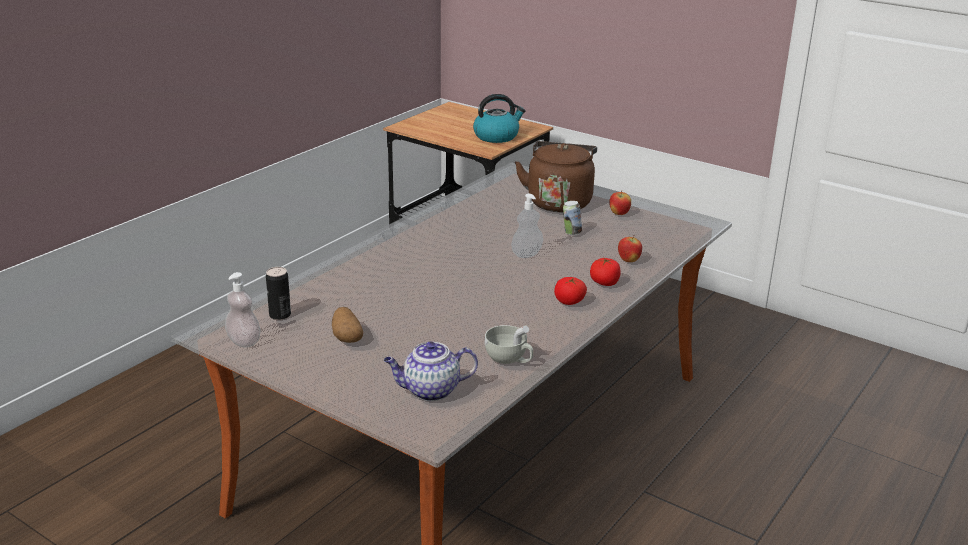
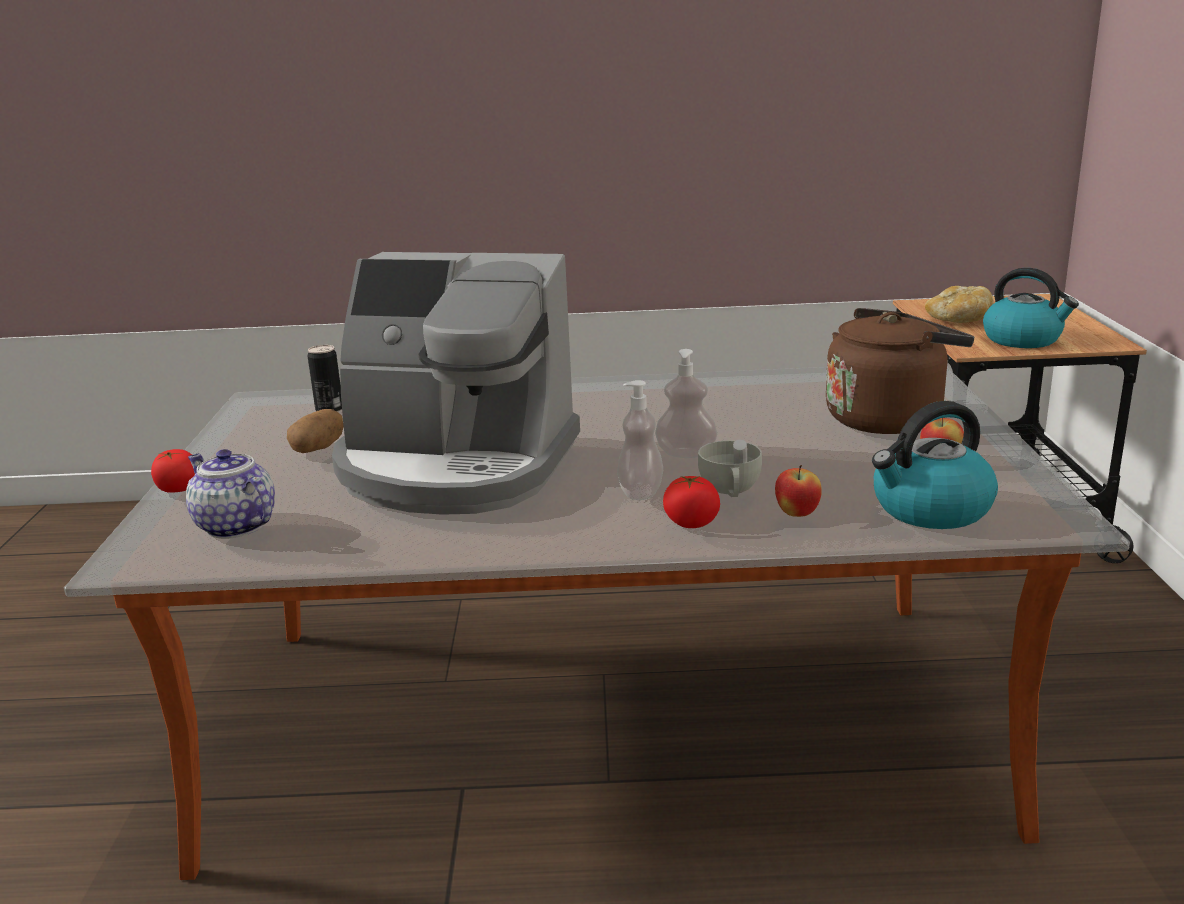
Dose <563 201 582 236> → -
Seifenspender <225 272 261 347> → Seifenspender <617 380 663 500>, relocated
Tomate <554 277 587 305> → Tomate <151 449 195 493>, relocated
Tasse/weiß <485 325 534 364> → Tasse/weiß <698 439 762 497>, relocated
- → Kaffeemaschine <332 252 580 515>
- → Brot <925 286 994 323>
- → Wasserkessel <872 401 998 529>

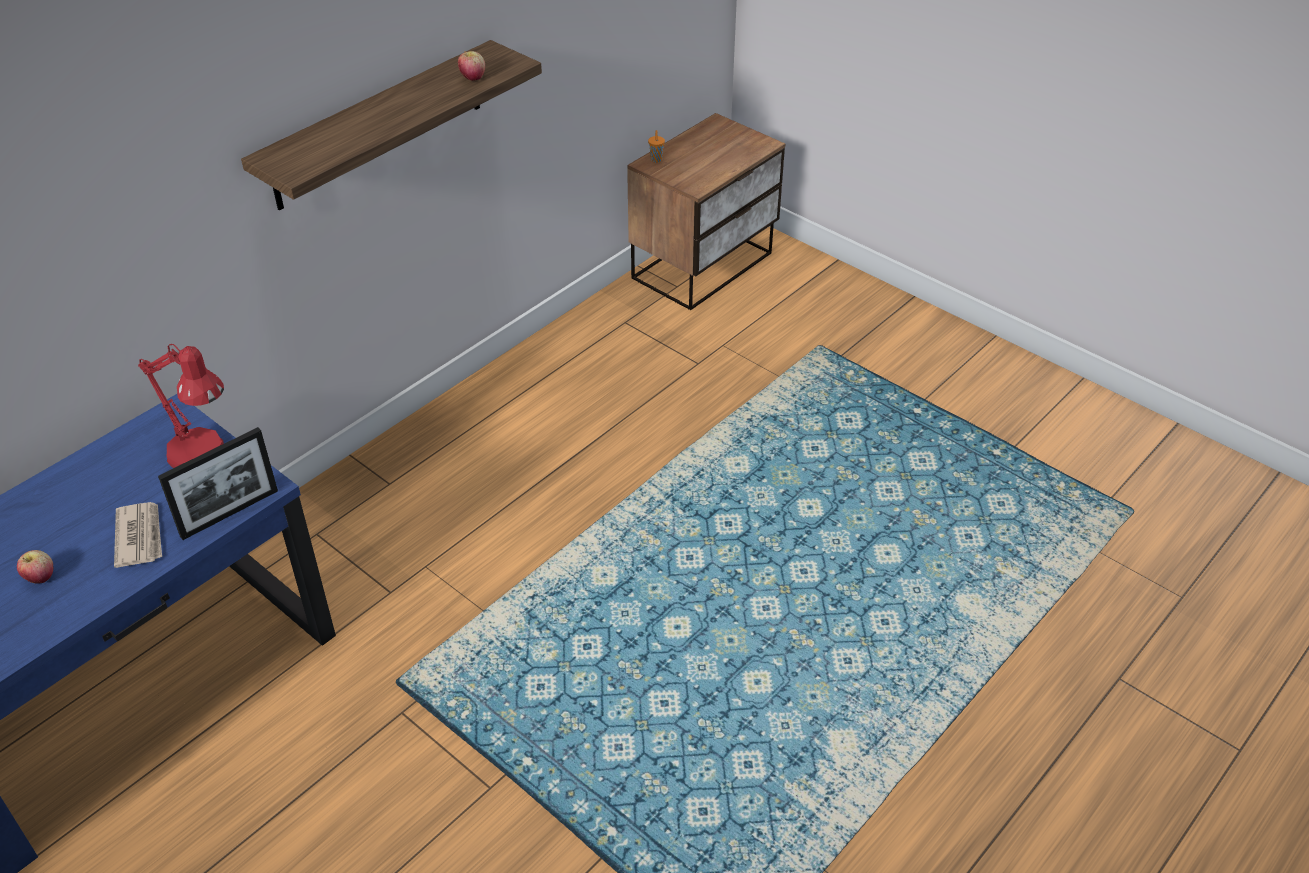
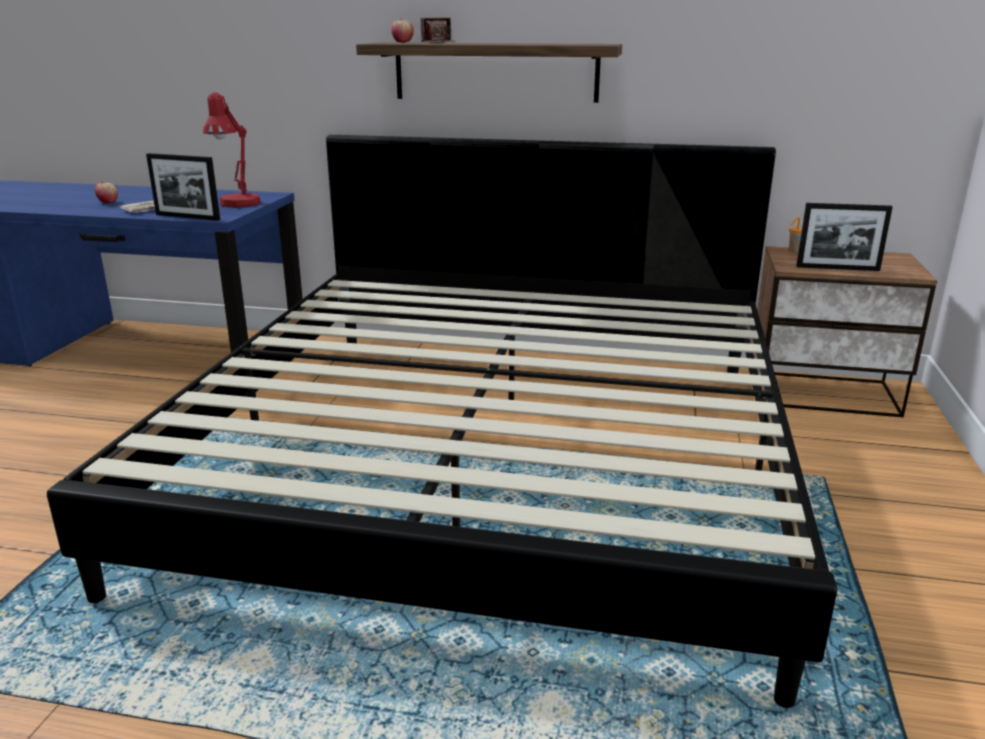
Apfel <458 51 485 81> → Apfel <391 18 414 43>, relocated
- → Kamera <421 17 456 43>
- → Bett <47 135 837 708>
- → Bilderrahmen <796 203 893 271>

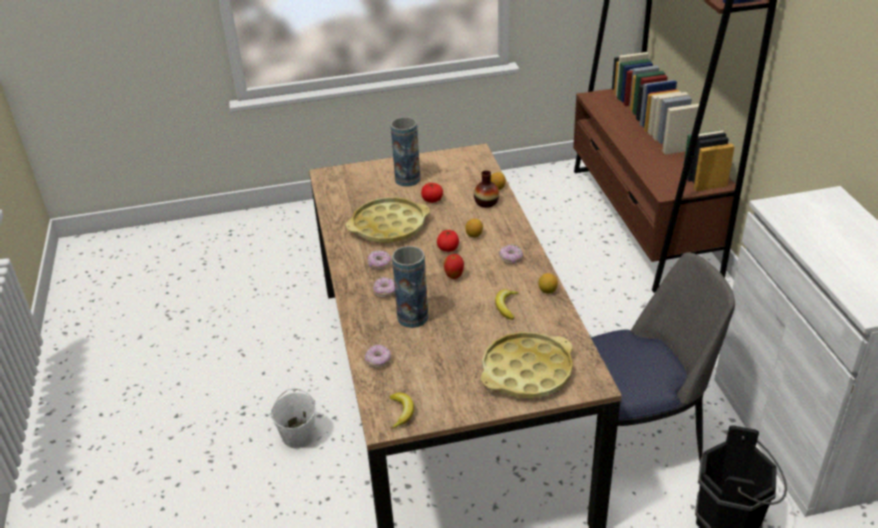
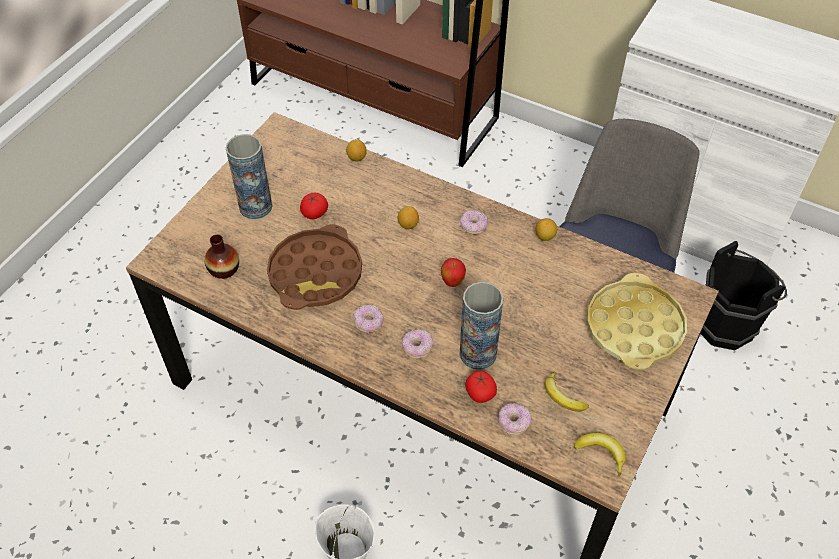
Vase <474 170 499 208> → Vase <204 234 239 279>, relocated
Tablett/gelb <346 197 430 243> → Tablett/braun <267 224 362 310>
Tomate <437 230 459 252> → Tomate <465 371 497 403>, relocated
Banane <495 289 518 320> → Banane <545 372 589 412>, relocated

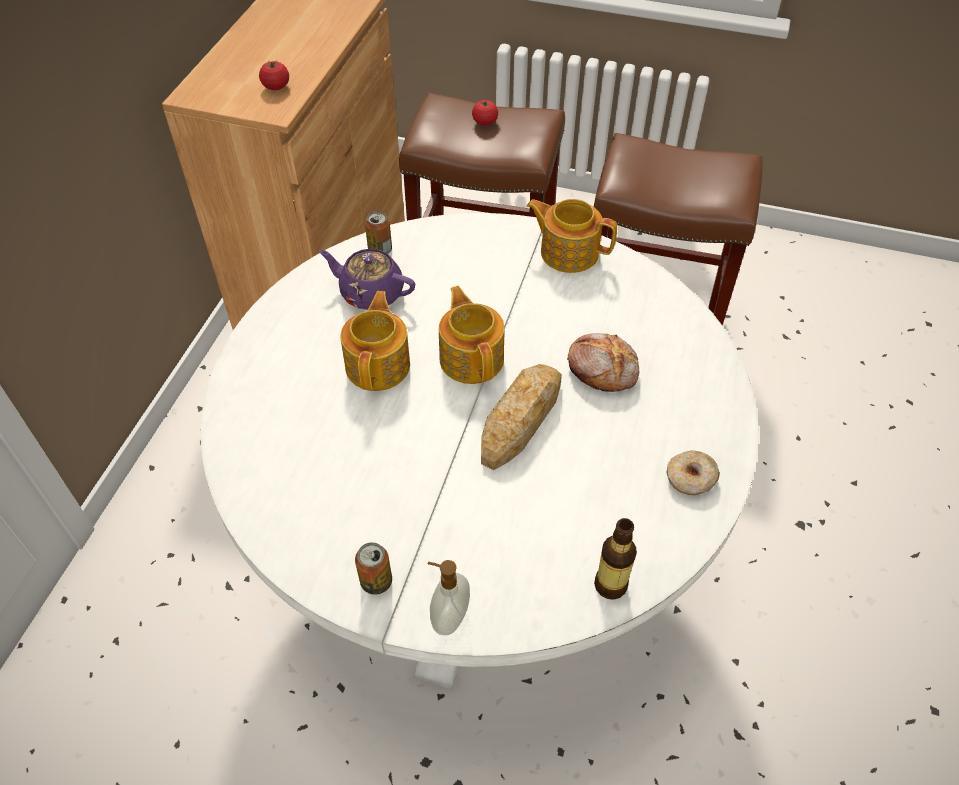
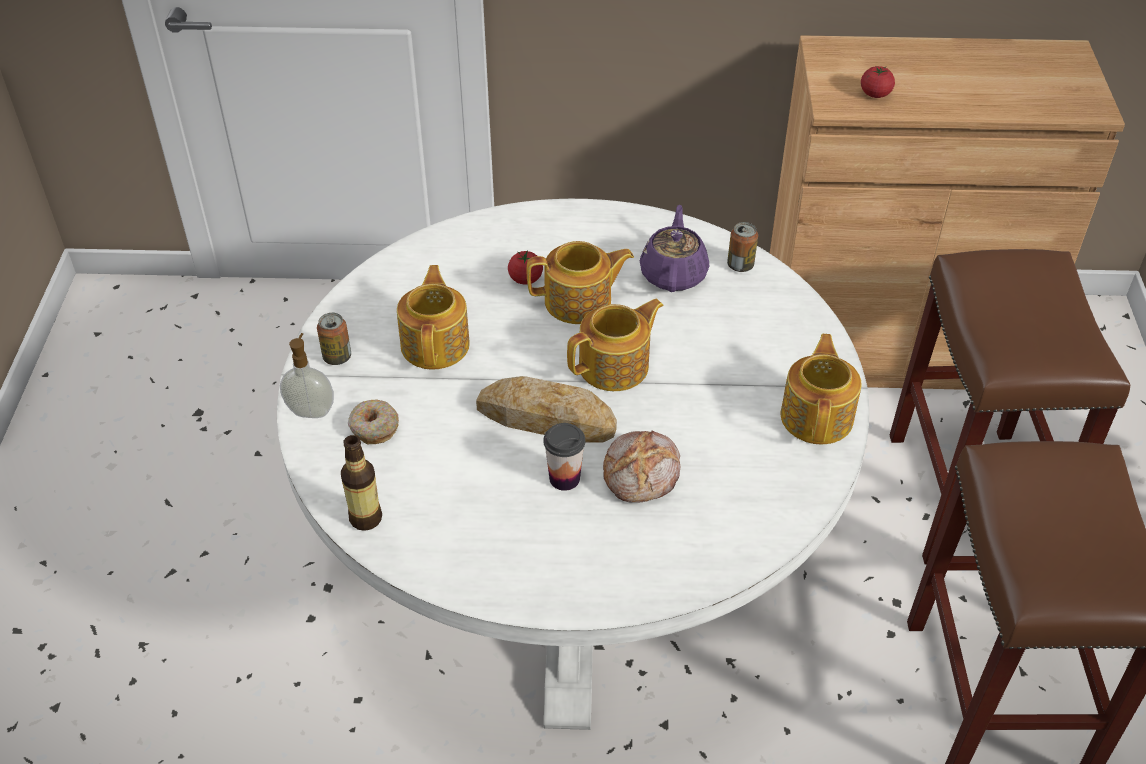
Tomate <472 100 498 126> → Tomate <508 250 543 284>, relocated
Donut <666 450 720 495> → Donut <348 400 399 444>, relocated
- → Teekanne <397 265 470 369>
- → Tasse <543 423 585 491>

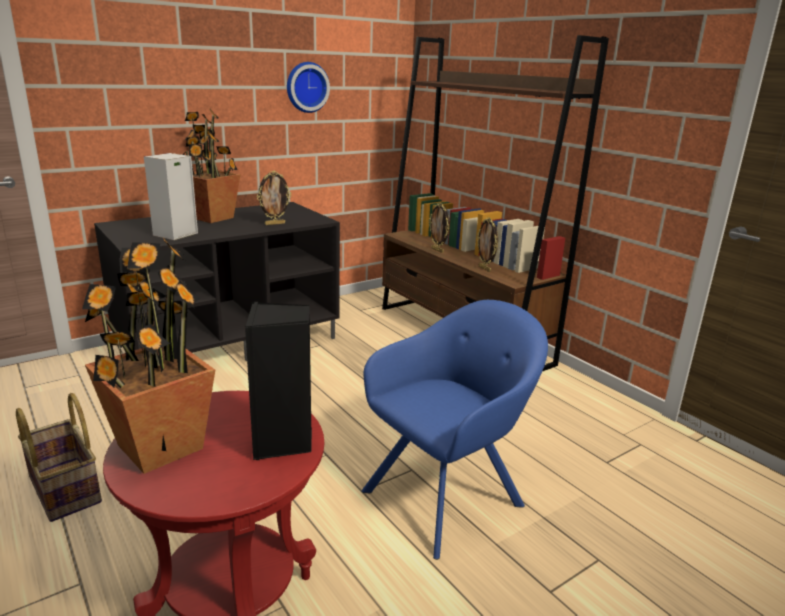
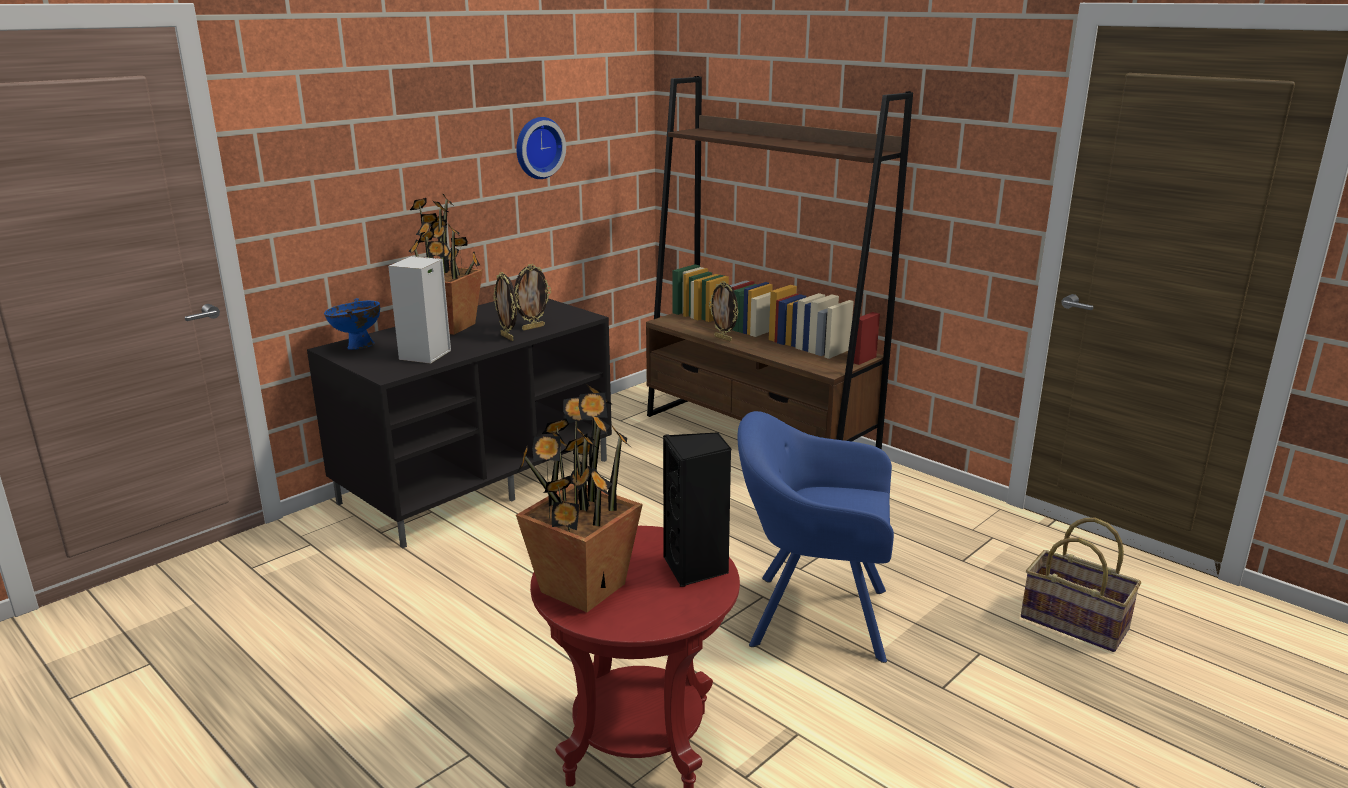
Bilderrahmen <477 217 498 272> → Bilderrahmen <493 272 517 341>, relocated
Sessel/blau <361 300 548 560> → Sessel/blau <737 411 894 663>, 120 degrees counterclockwise
Korb <16 393 102 522> → Korb <1021 518 1141 652>, relocated
- → Schüssel/blau <324 298 380 350>

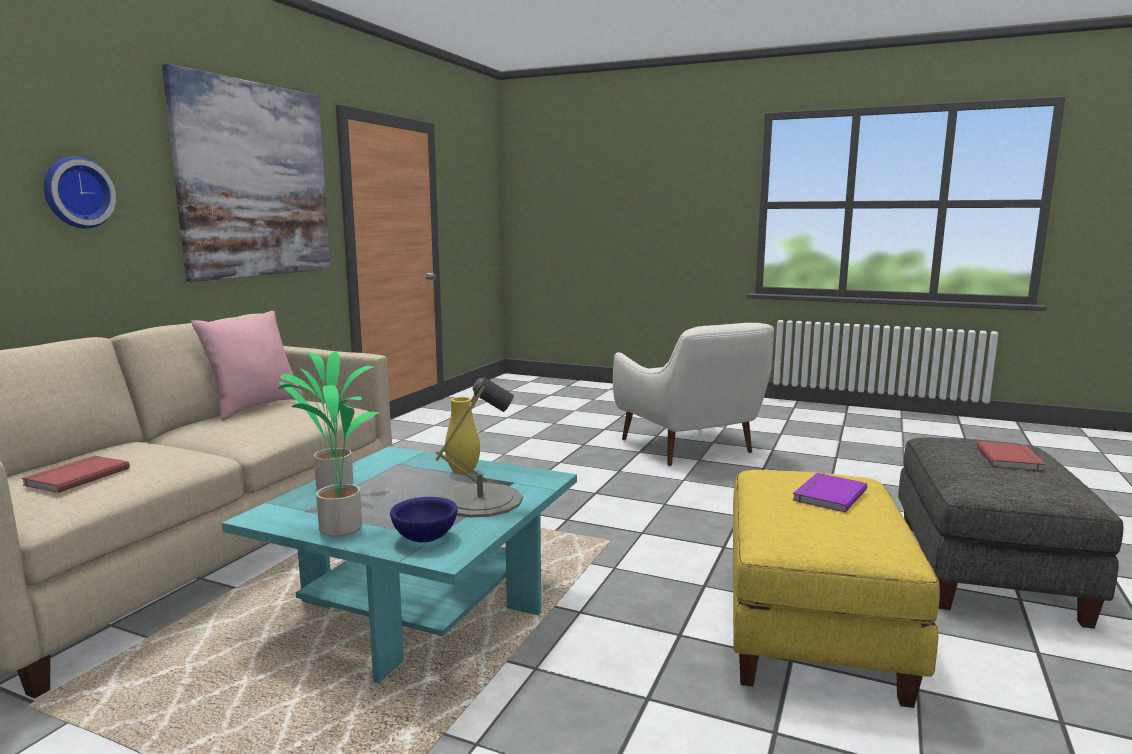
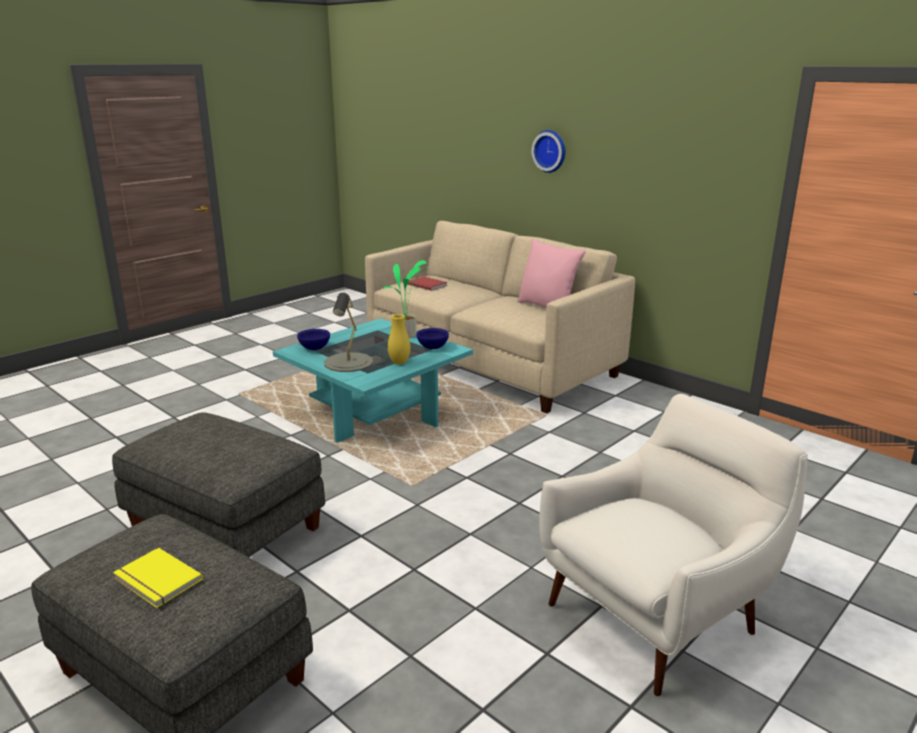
Bild <162 64 330 282> → -
Sessel/weiß <613 323 774 466> → Sessel/weiß <540 394 808 696>, 150 degrees clockwise
Topfpflanze <278 382 380 537> → -
Buch/rot <977 441 1046 471> → Buch/gelb <113 548 203 608>
Polsterhocker/gelb <733 470 940 708> → Polsterhocker/grau <112 412 325 557>
Buch/lila <792 473 867 513> → -
- → Schüssel/blau <416 328 449 349>

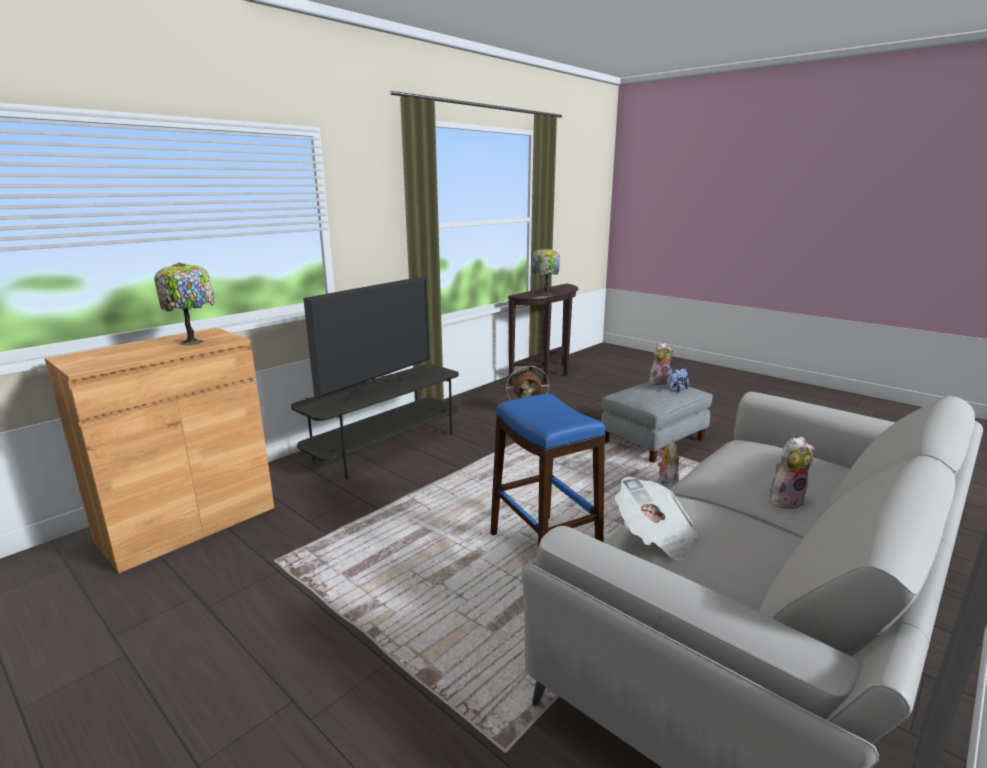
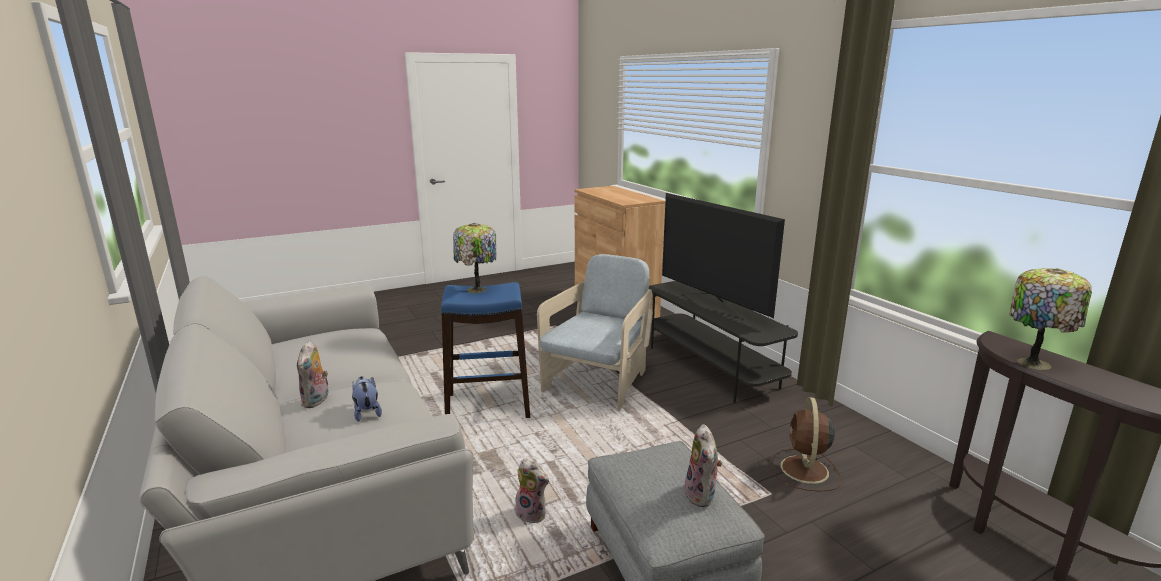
Tischlampe <154 263 215 345> → Tischlampe <453 223 496 293>, relocated
Plüschtier <668 368 689 392> → Plüschtier <352 376 382 422>, relocated
Zeitung <615 476 698 562> → -
- → Sessel/beige <537 254 653 411>

